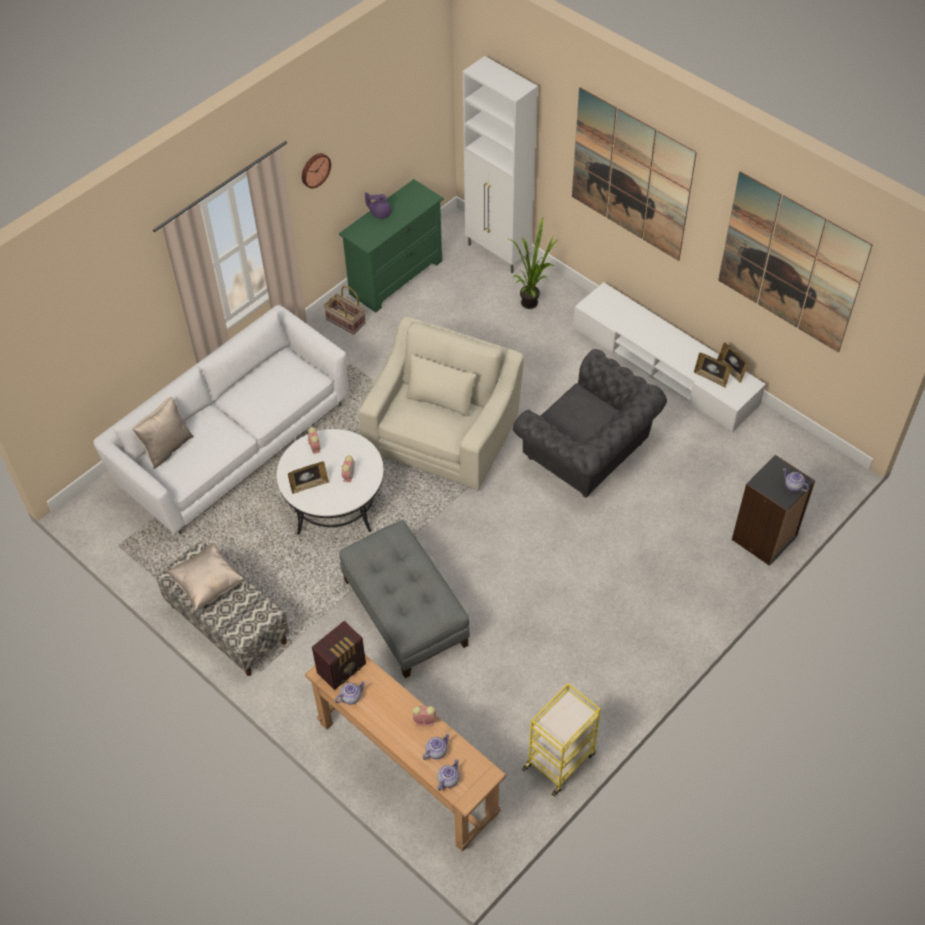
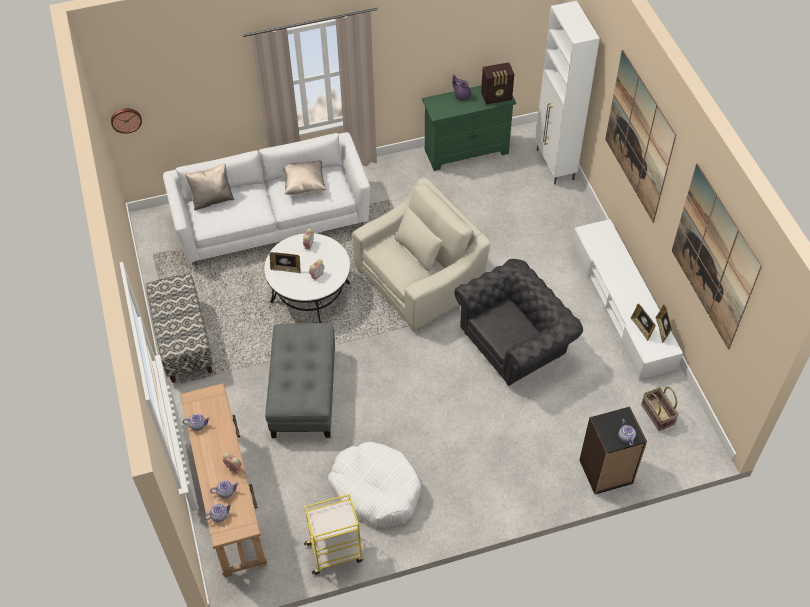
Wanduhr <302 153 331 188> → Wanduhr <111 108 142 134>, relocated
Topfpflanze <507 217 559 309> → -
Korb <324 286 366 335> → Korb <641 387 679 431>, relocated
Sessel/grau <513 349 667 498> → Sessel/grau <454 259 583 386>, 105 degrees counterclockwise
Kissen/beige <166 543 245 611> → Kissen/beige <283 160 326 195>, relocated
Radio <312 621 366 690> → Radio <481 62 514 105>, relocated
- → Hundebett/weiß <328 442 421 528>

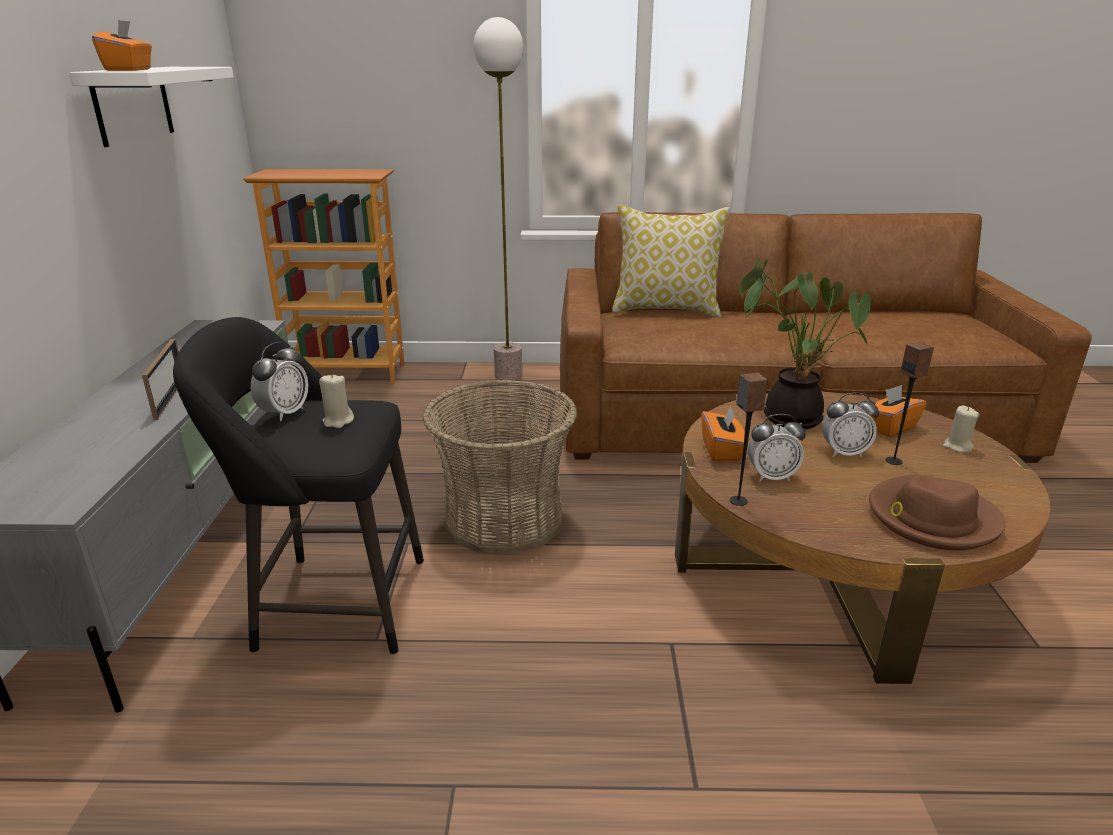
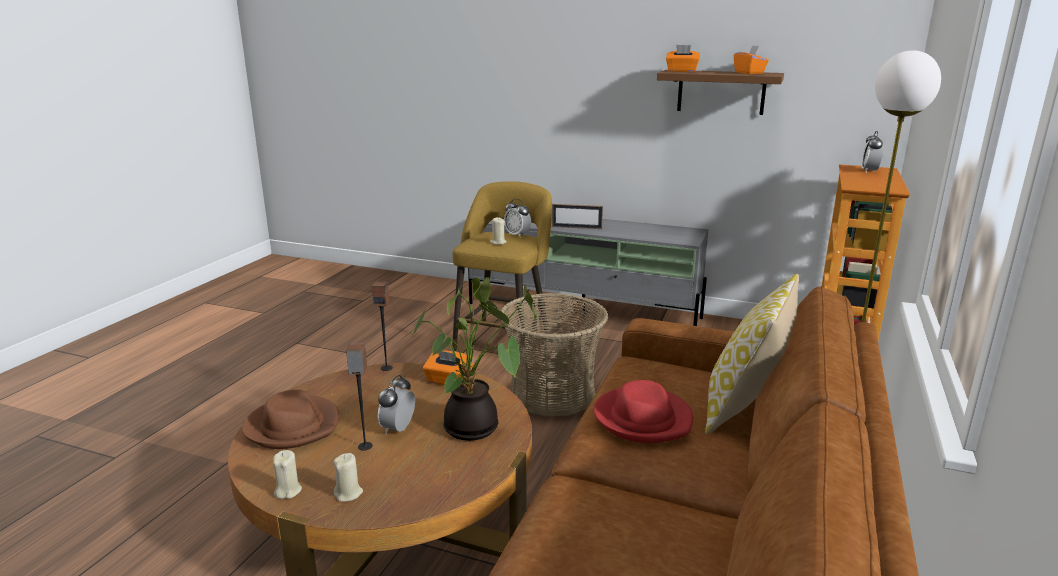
Wandregal/weiß <70 67 234 147> → Wandregal/braun <657 70 784 115>
Hocker/schwarz <173 317 424 655> → Hocker/gelb <452 181 552 363>
Taschentuchbox/orange <865 385 926 437> → Taschentuchbox/orange <734 45 769 74>, relocated
Wecker <747 414 806 482> → Wecker <861 131 884 173>, relocated
- → Hut/rot <594 380 693 443>
- → Kerze/beige <273 450 302 499>

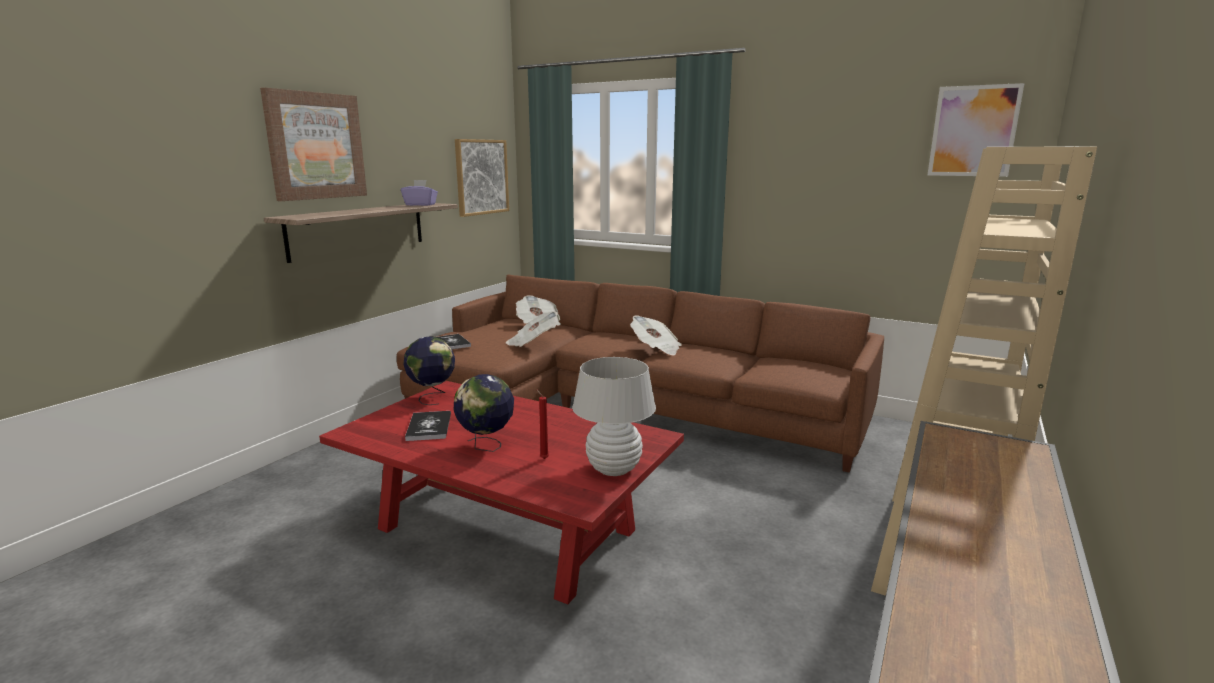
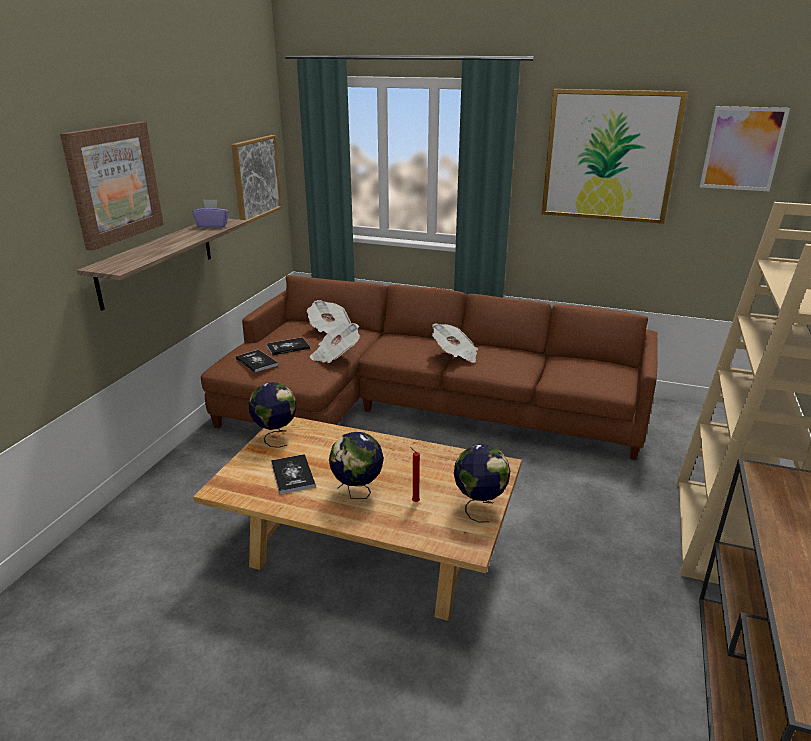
Tischlampe/weiß <572 357 656 476> → Globus <454 444 510 523>
Couchtisch/rot <319 381 684 604> → Couchtisch/beige <193 417 522 621>
- → Bild <542 89 688 224>
- → Buch <266 337 310 356>

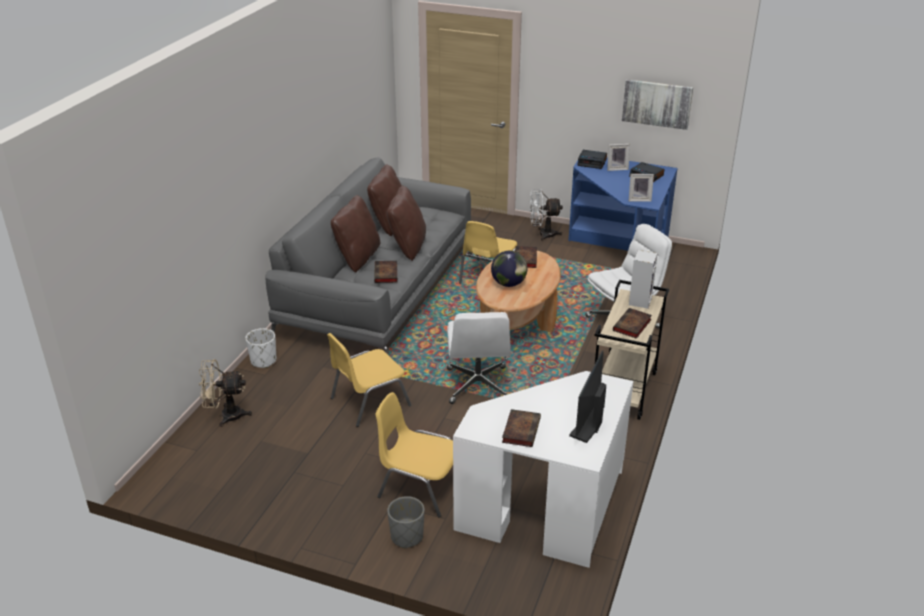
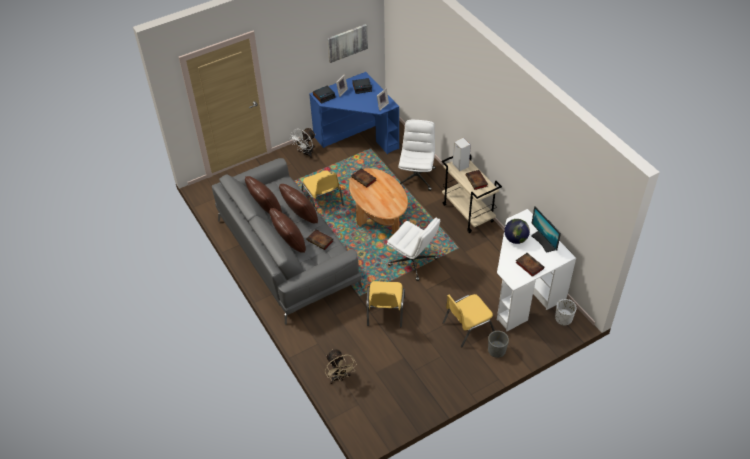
Globus <491 251 527 287> → Globus <504 219 530 244>, relocated
Pflanzkübel/weiß <245 328 276 368> → Pflanzkübel/weiß <555 299 577 326>, relocated
Ventilator/beige <199 359 252 427> → Ventilator/beige <325 349 357 384>, 60 degrees counterclockwise

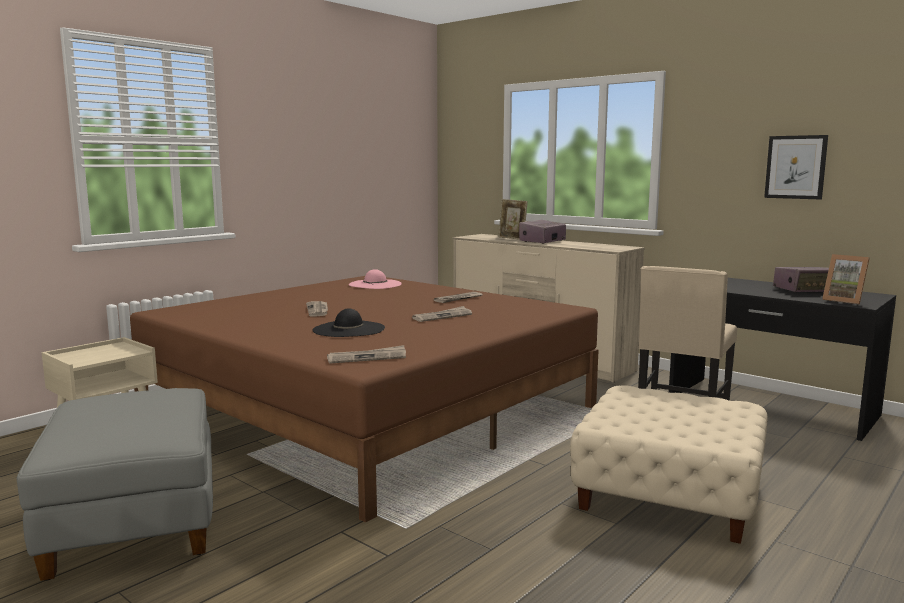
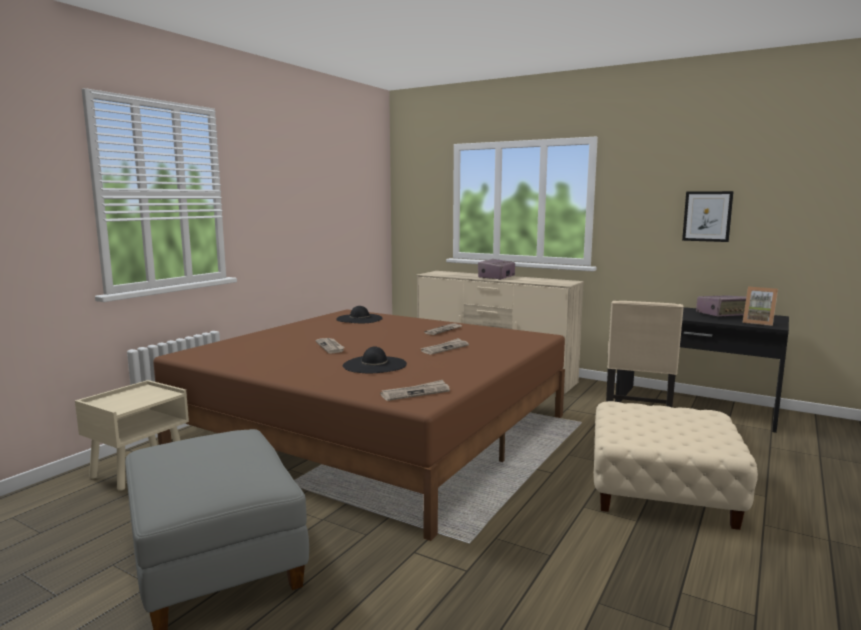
Bilderrahmen <499 199 528 239> → -
Hut/rosa <349 269 402 289> → Hut/schwarz <336 306 383 323>

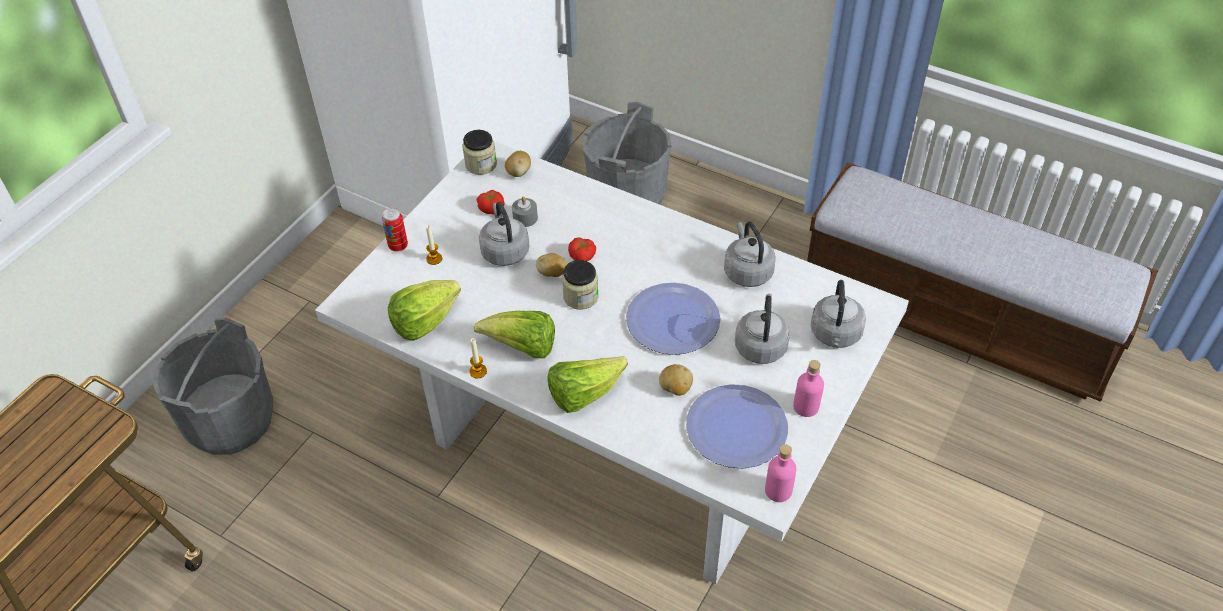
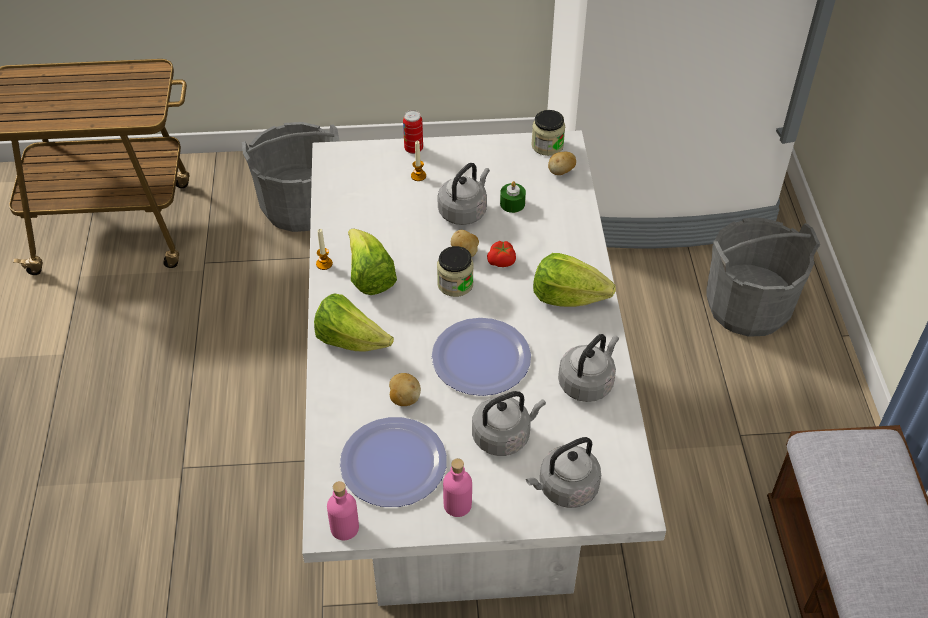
Tomate <477 190 505 214> → -
Kerze/grau <512 196 538 227> → Kerze/grün <500 181 526 213>
Salatkopf <388 280 461 341> → Salatkopf <533 253 616 307>, relocated

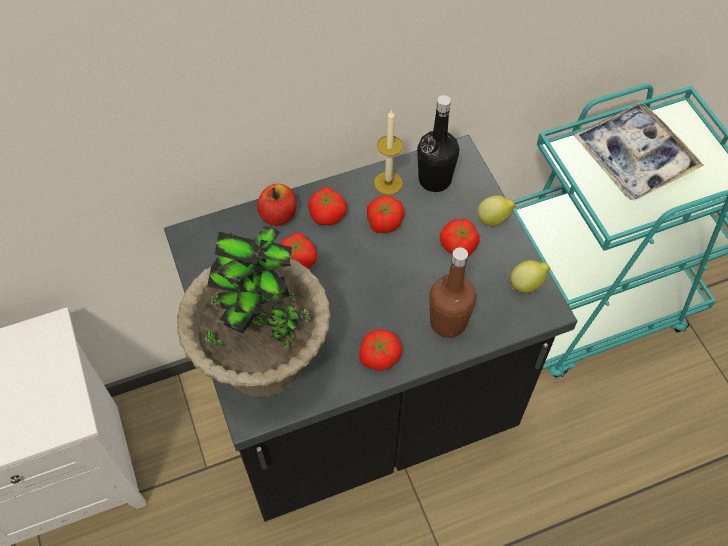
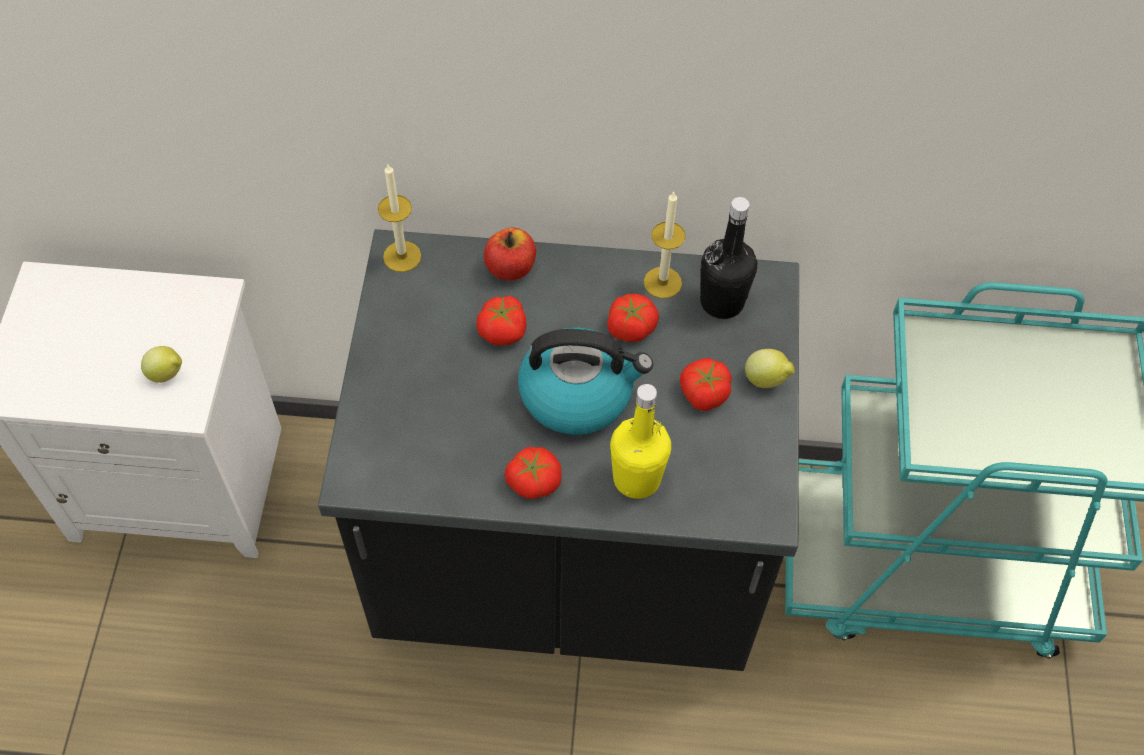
Tablett <573 103 704 201> → -
Tomate <308 187 347 225> → -
Topfpflanze <177 225 331 397> → -
Flasche/braun <429 247 476 338> → Flasche/gelb <610 384 671 499>
Zitrone <510 260 550 293> → Zitrone <141 346 182 383>, relocated
- → Kerze <378 164 421 272>
- → Wasserkessel <518 328 653 435>

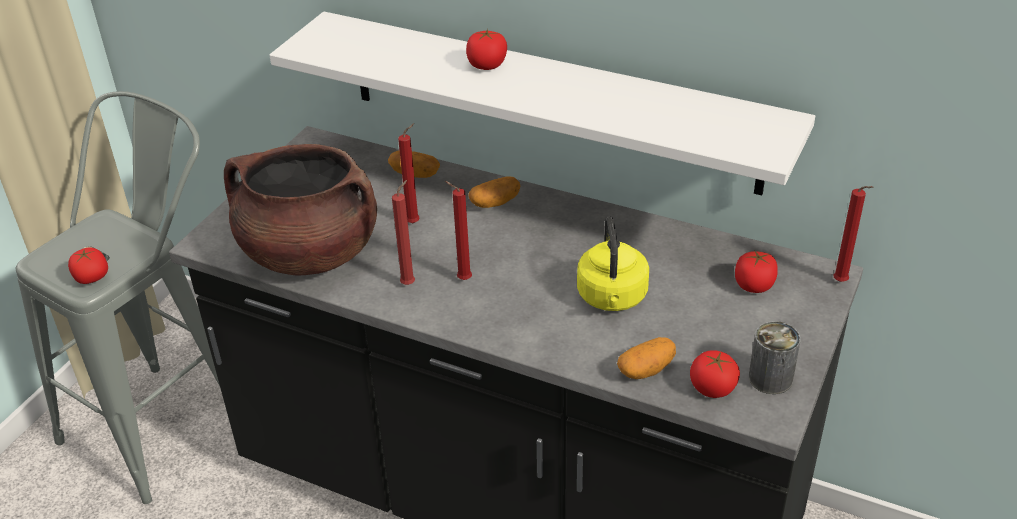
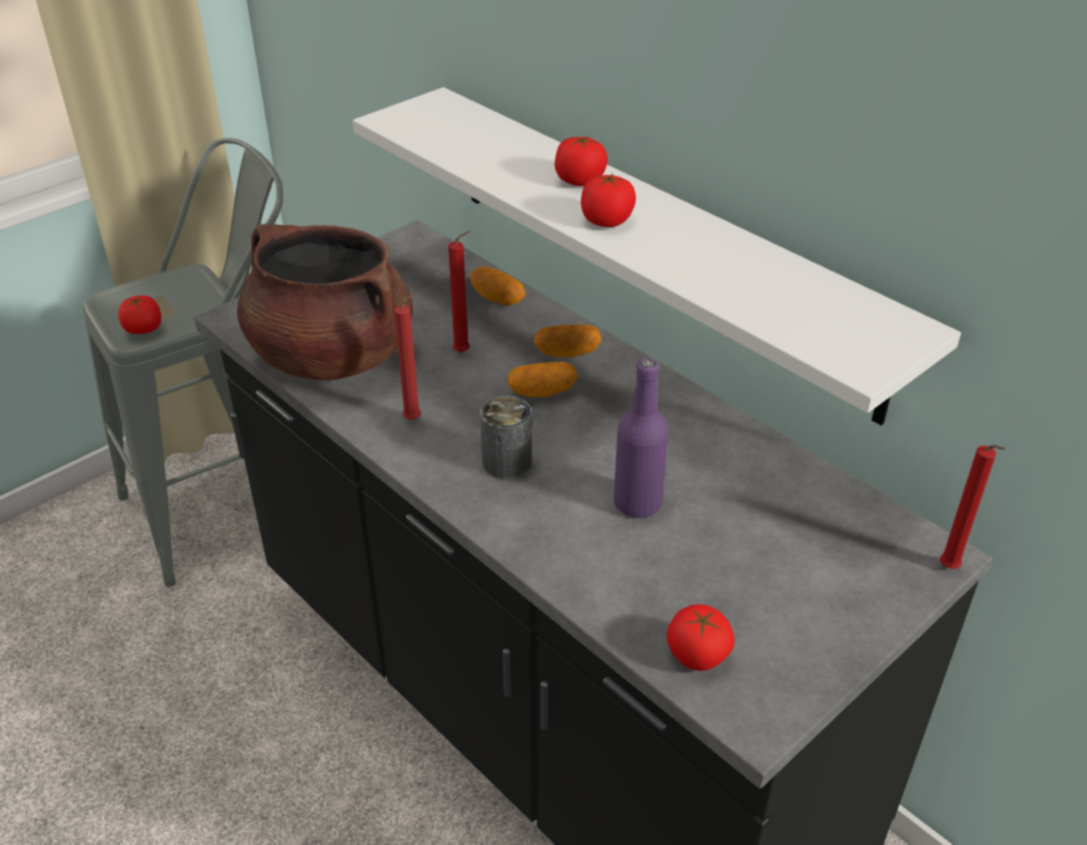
Kerze/rot <445 181 472 280> → -
Wasserkessel/gelb <577 216 649 311> → Flasche/lila <614 358 669 518>
Tomate <735 250 778 293> → Tomate <581 173 636 227>, relocated
Dose <749 321 801 394> → Dose <480 396 532 480>, relocated
Kartoffel <617 337 676 379> → Kartoffel <507 362 578 397>, relocated

